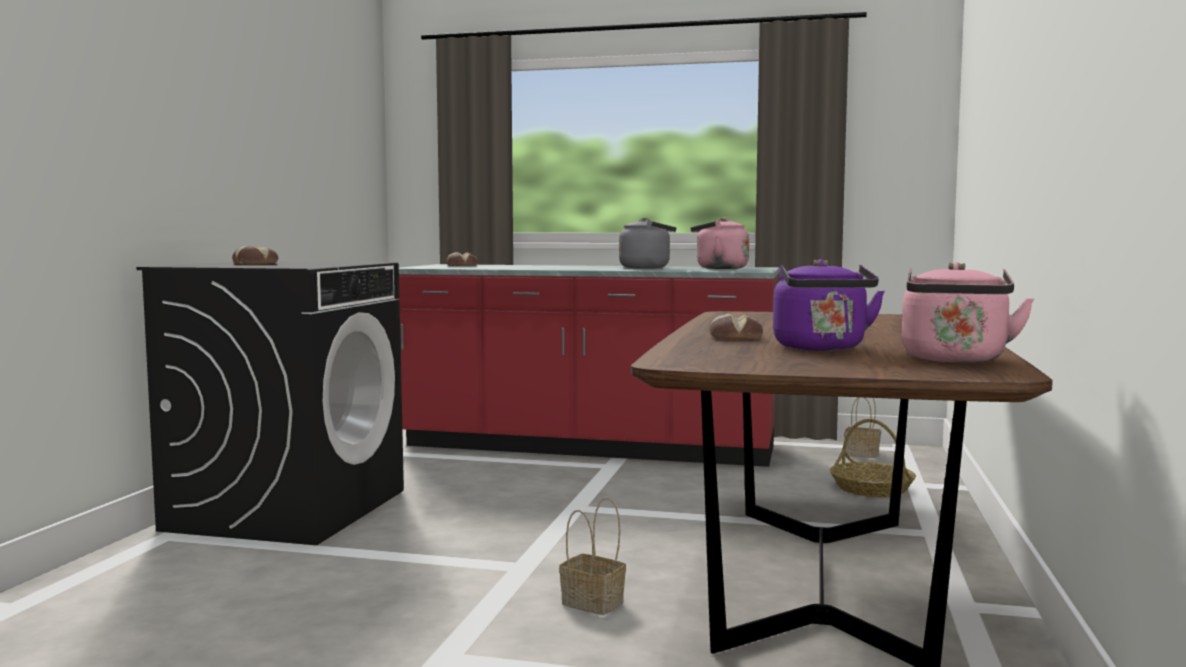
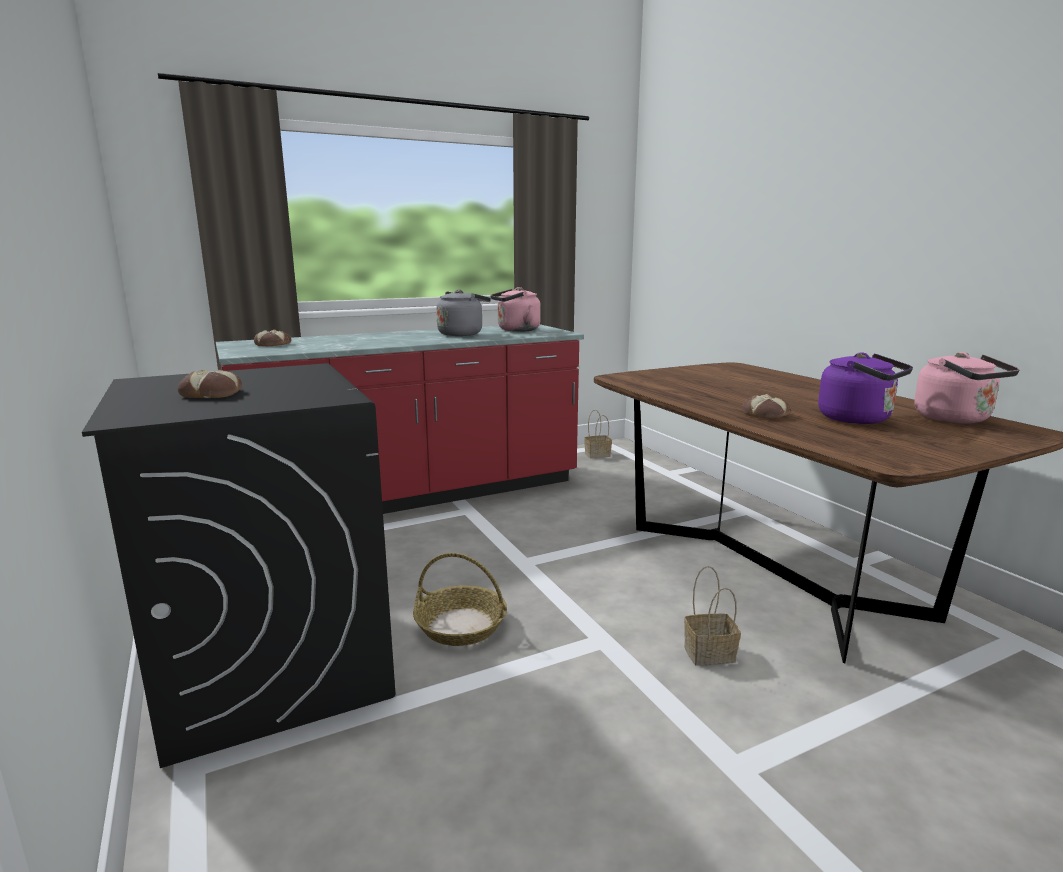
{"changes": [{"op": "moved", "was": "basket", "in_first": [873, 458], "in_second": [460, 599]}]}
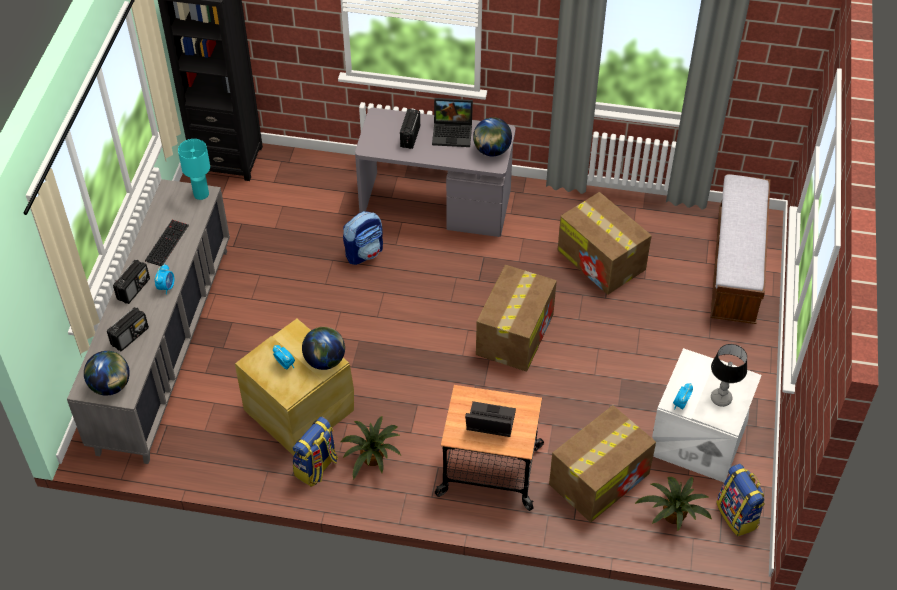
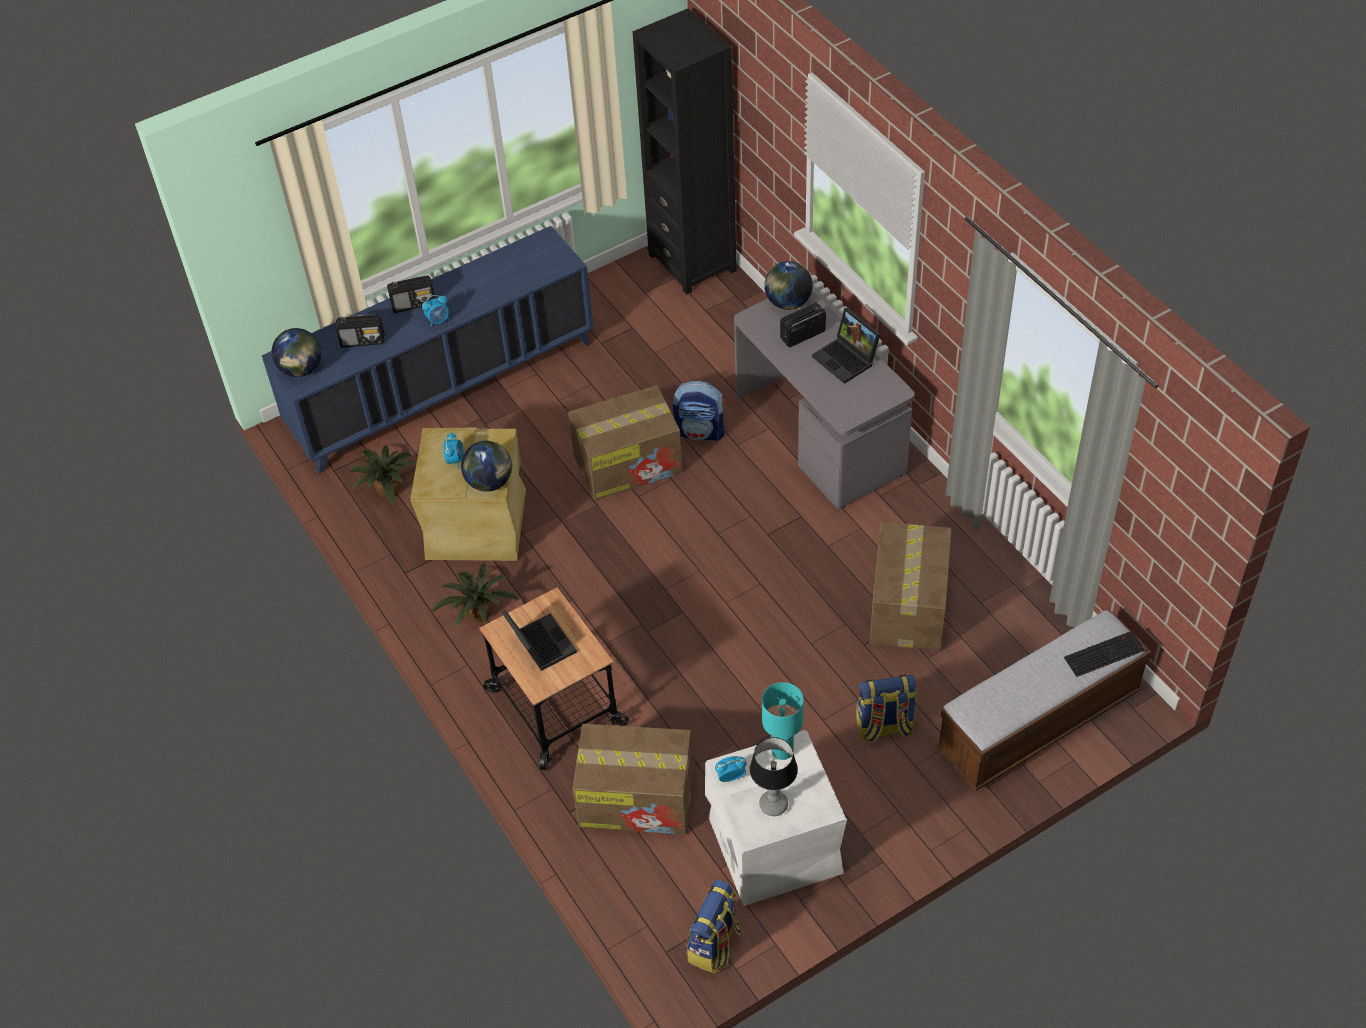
{"changes": [{"op": "recoloured", "was": "grey cabinet", "now": "blue cabinet", "in_first": [148, 321], "in_second": [428, 349]}, {"op": "moved", "was": "potted plant", "in_first": [673, 504], "in_second": [383, 475]}, {"op": "moved", "was": "cardboard box", "in_first": [516, 318], "in_second": [625, 442]}, {"op": "moved", "was": "turquoise table lamp", "in_first": [194, 169], "in_second": [783, 721]}, {"op": "moved", "was": "globe", "in_first": [492, 136], "in_second": [788, 285]}, {"op": "moved", "was": "backpack", "in_first": [315, 452], "in_second": [886, 709]}, {"op": "moved", "was": "keyboard", "in_first": [167, 243], "in_second": [1104, 654]}]}
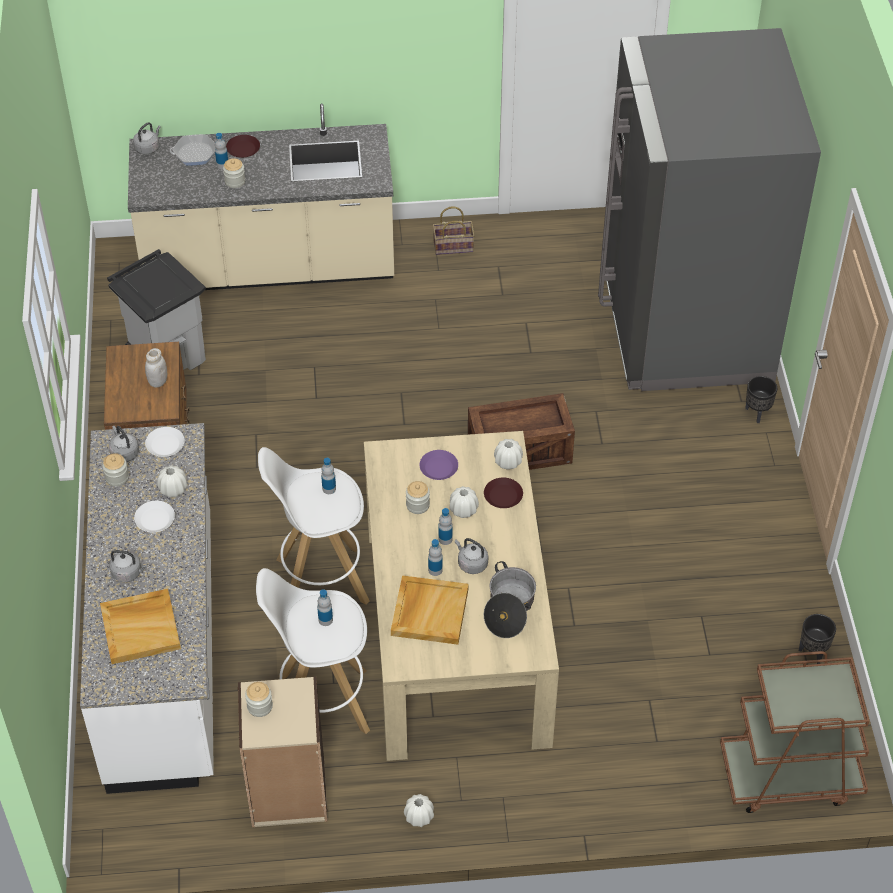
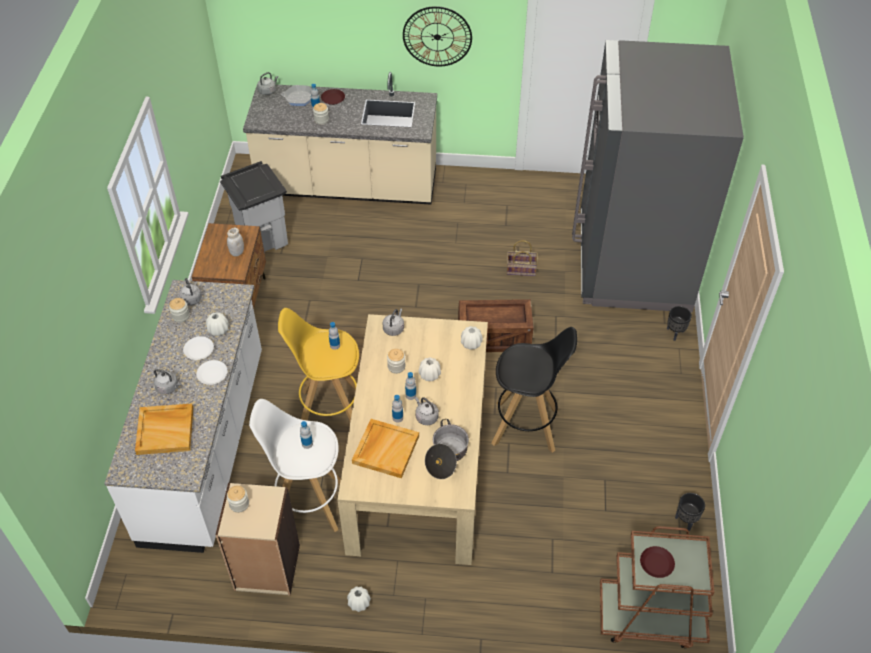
{"changes": [{"op": "moved", "was": "white plate", "in_first": [164, 442], "in_second": [212, 372]}, {"op": "recoloured", "was": "white stool", "now": "yellow stool", "in_first": [314, 525], "in_second": [318, 364]}, {"op": "added", "now": "grey kettle", "in_second": [393, 322]}, {"op": "added", "now": "wall clock", "in_second": [437, 36]}, {"op": "added", "now": "black stool", "in_second": [534, 390]}, {"op": "moved", "was": "basket", "in_first": [454, 231], "in_second": [522, 258]}, {"op": "moved", "was": "brown plate", "in_first": [503, 492], "in_second": [657, 562]}, {"op": "removed", "was": "purple plate", "in_first": [438, 465]}]}
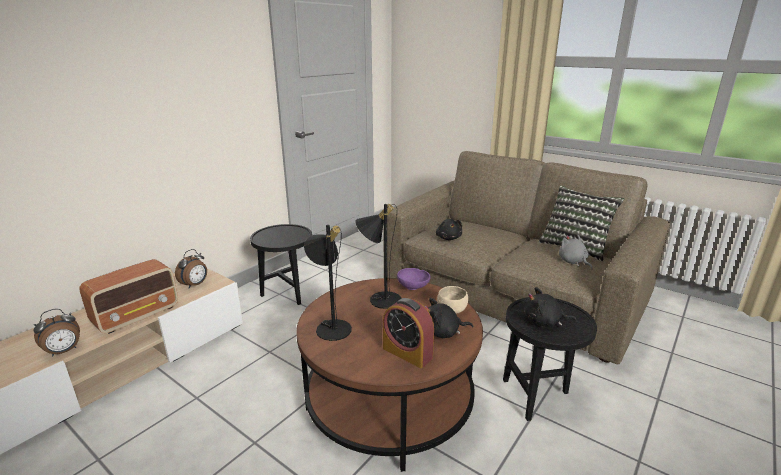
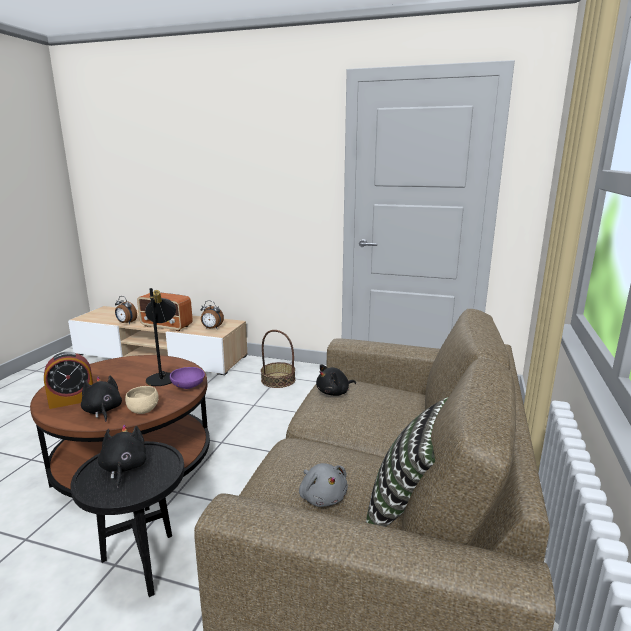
{"changes": [{"op": "turned", "was": "alarm clock", "in_first": [408, 333], "in_second": [68, 380], "clockwise": -135}, {"op": "replaced", "was": "black side table", "now": "basket", "in_first": [281, 264], "in_second": [278, 359]}, {"op": "turned", "was": "grey plush toy", "in_first": [575, 252], "in_second": [323, 485], "clockwise": 105}, {"op": "removed", "was": "black table lamp", "in_first": [328, 283]}]}
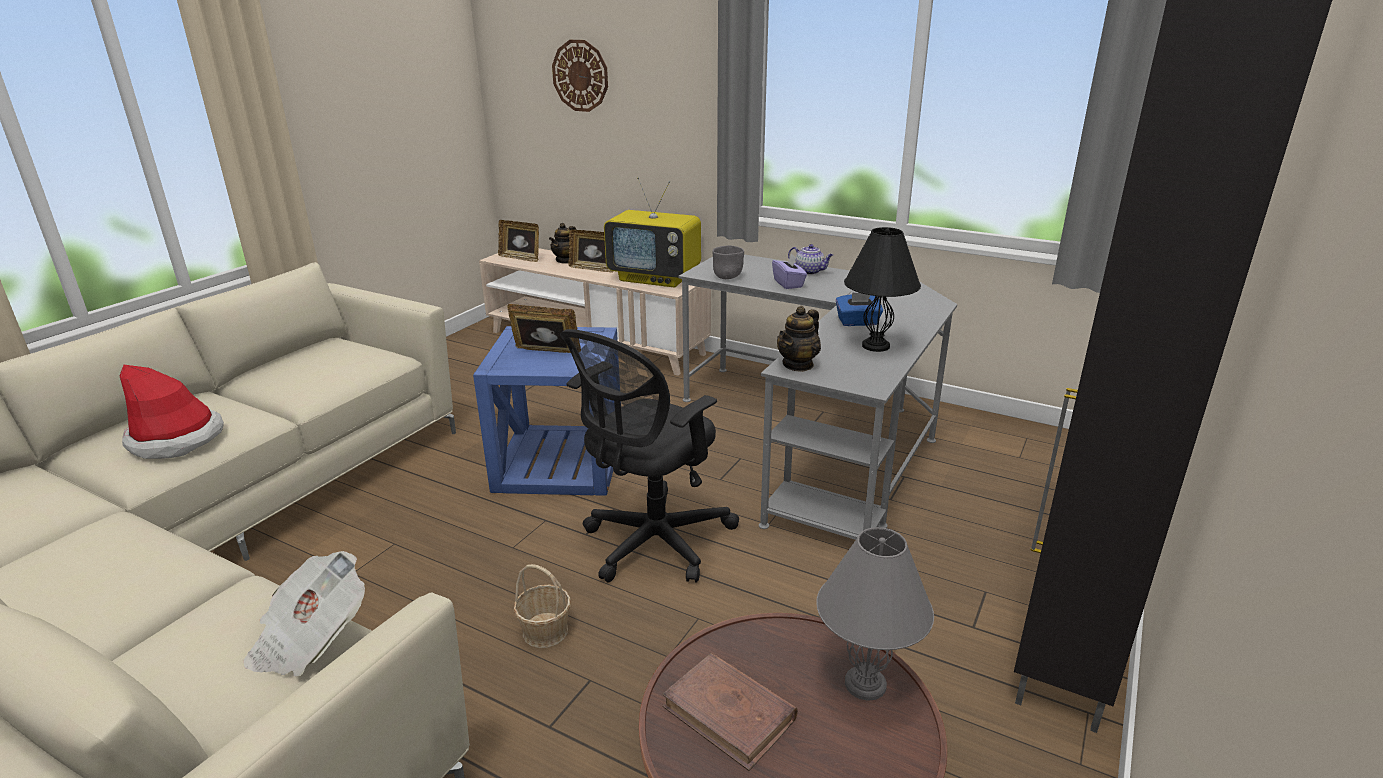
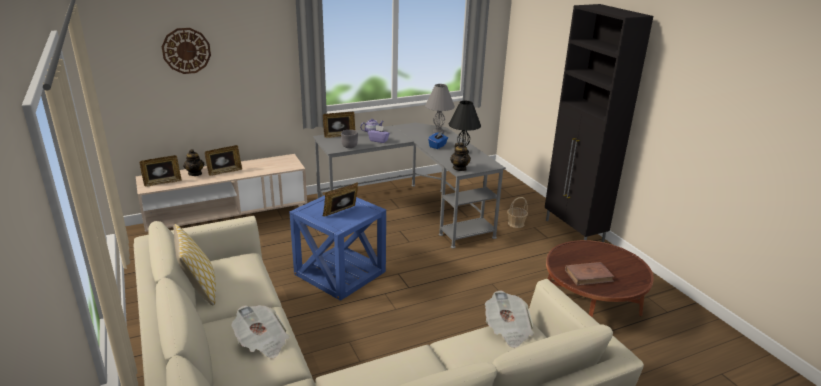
{"changes": [{"op": "added", "now": "pillow", "in_second": [194, 264]}, {"op": "replaced", "was": "hat", "now": "newspaper", "in_first": [172, 412], "in_second": [261, 332]}, {"op": "added", "now": "picture frame", "in_second": [339, 125]}, {"op": "moved", "was": "grey table lamp", "in_first": [875, 614], "in_second": [440, 108]}, {"op": "moved", "was": "basket", "in_first": [542, 606], "in_second": [517, 212]}, {"op": "removed", "was": "black office chair", "in_first": [649, 456]}, {"op": "removed", "was": "television", "in_first": [652, 232]}]}
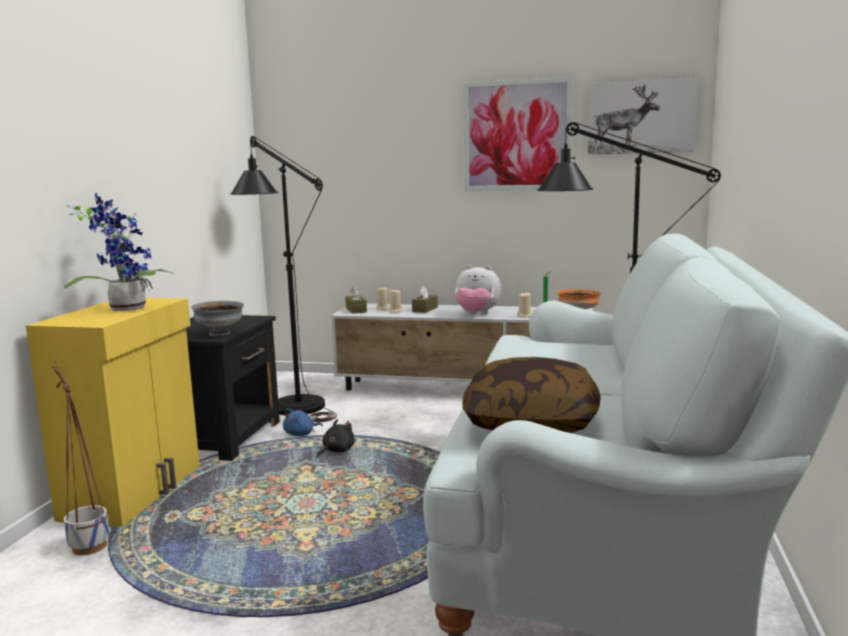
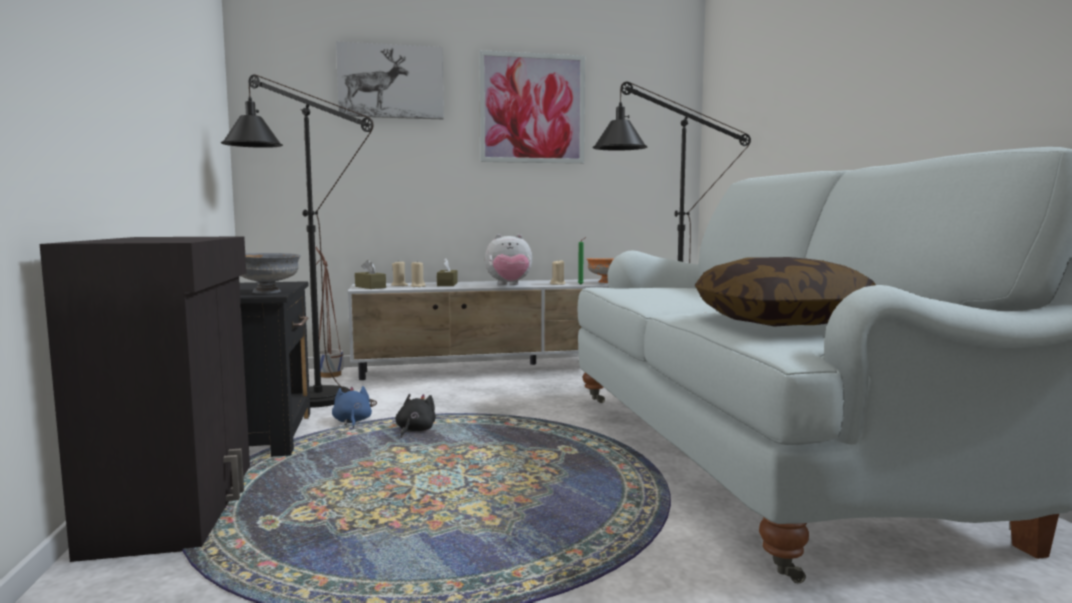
{"changes": [{"op": "recoloured", "was": "yellow cabinet", "now": "black cabinet", "in_first": [113, 412], "in_second": [145, 399]}, {"op": "moved", "was": "planter", "in_first": [81, 458], "in_second": [330, 312]}, {"op": "turned", "was": "blue plush toy", "in_first": [303, 422], "in_second": [352, 407], "clockwise": 135}, {"op": "moved", "was": "picture", "in_first": [643, 116], "in_second": [390, 80]}, {"op": "removed", "was": "potted plant", "in_first": [119, 252]}]}
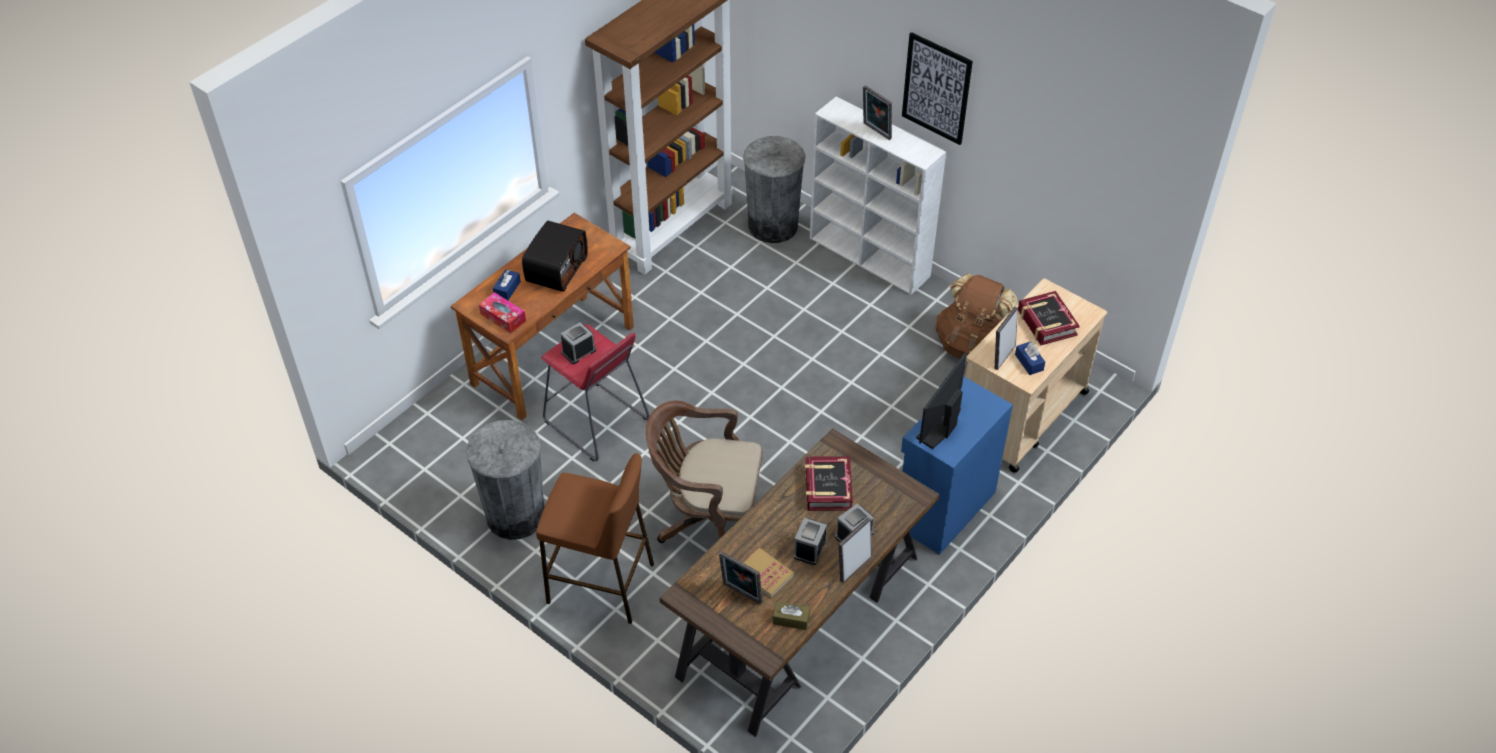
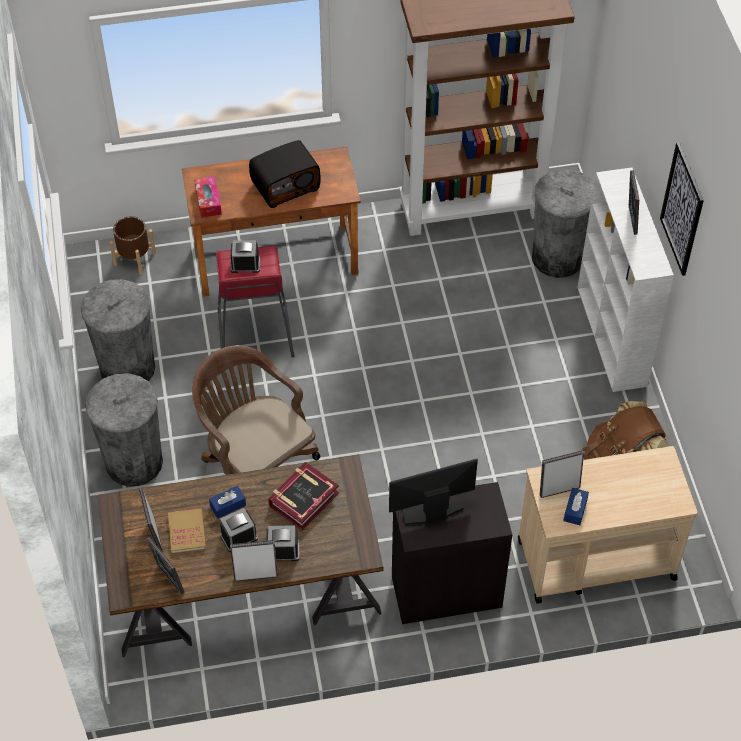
{"changes": [{"op": "replaced", "was": "brown stool", "now": "grey trash can", "in_first": [595, 538], "in_second": [124, 430]}, {"op": "added", "now": "brown planter", "in_second": [132, 245]}, {"op": "replaced", "was": "brown tissue box", "now": "picture frame", "in_first": [791, 615], "in_second": [165, 566]}, {"op": "moved", "was": "blue tissue box", "in_first": [507, 284], "in_second": [227, 502]}, {"op": "recoloured", "was": "blue cabinet", "now": "black cabinet", "in_first": [957, 465], "in_second": [452, 553]}, {"op": "removed", "was": "book", "in_first": [1049, 318]}]}
